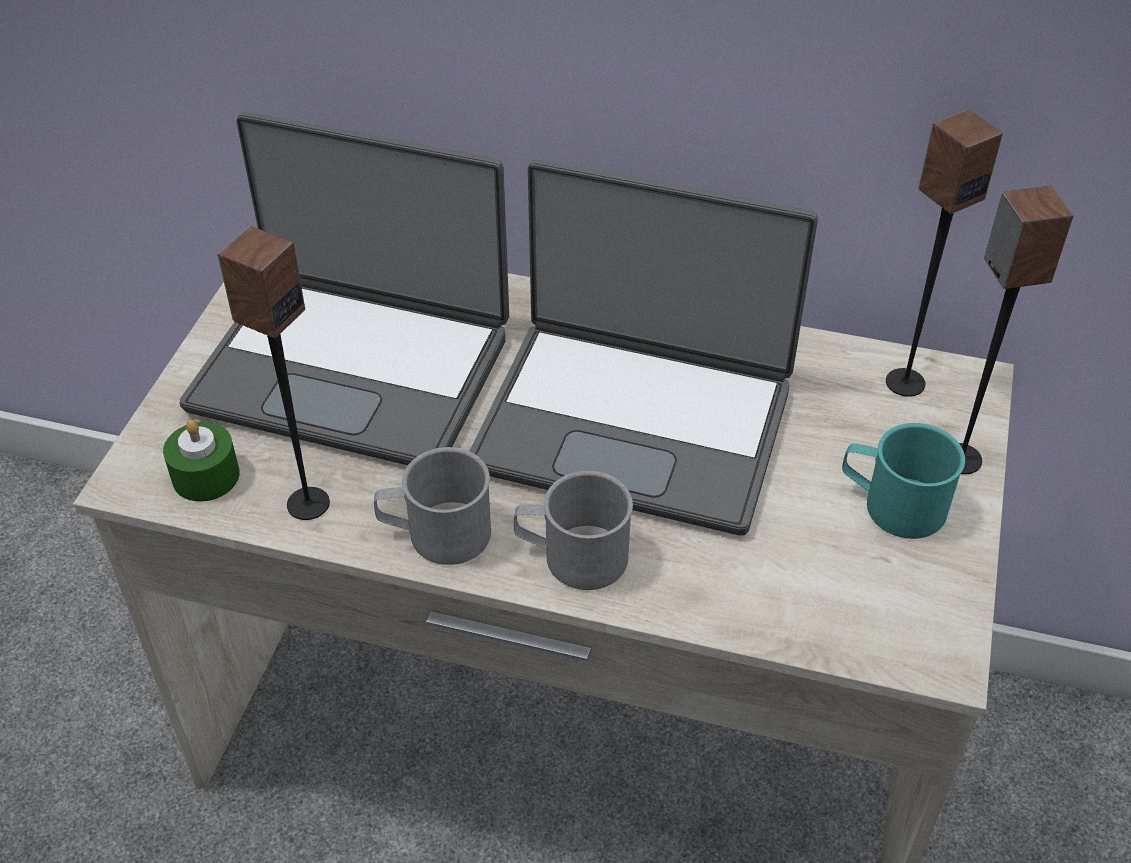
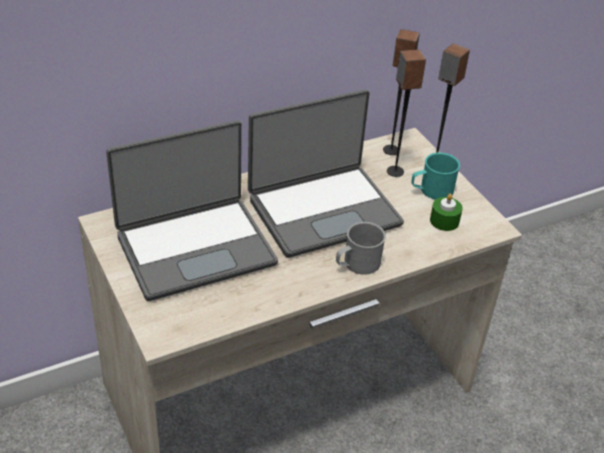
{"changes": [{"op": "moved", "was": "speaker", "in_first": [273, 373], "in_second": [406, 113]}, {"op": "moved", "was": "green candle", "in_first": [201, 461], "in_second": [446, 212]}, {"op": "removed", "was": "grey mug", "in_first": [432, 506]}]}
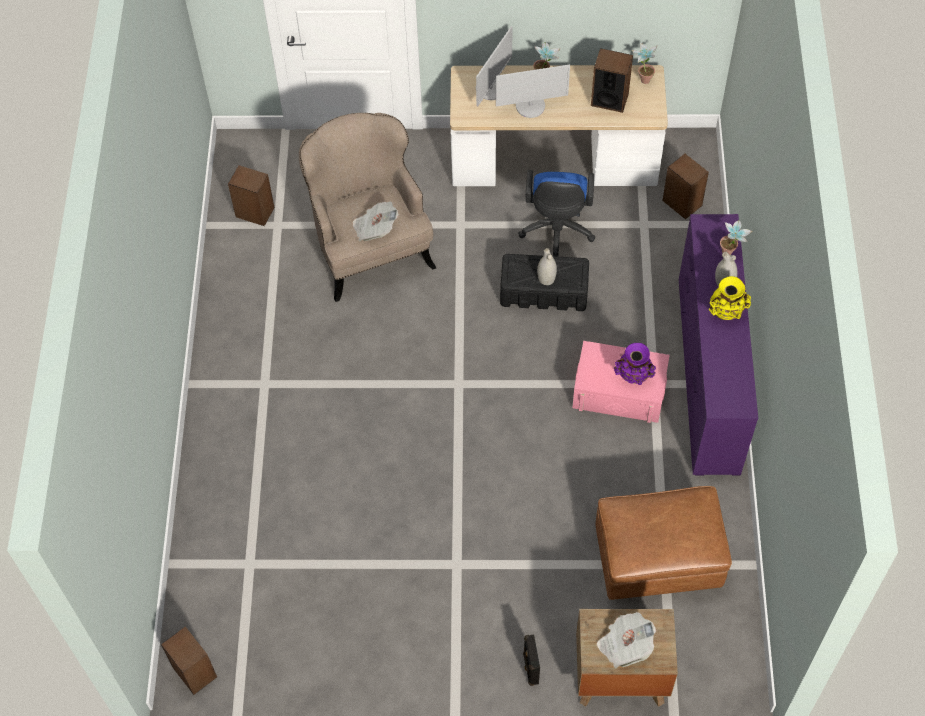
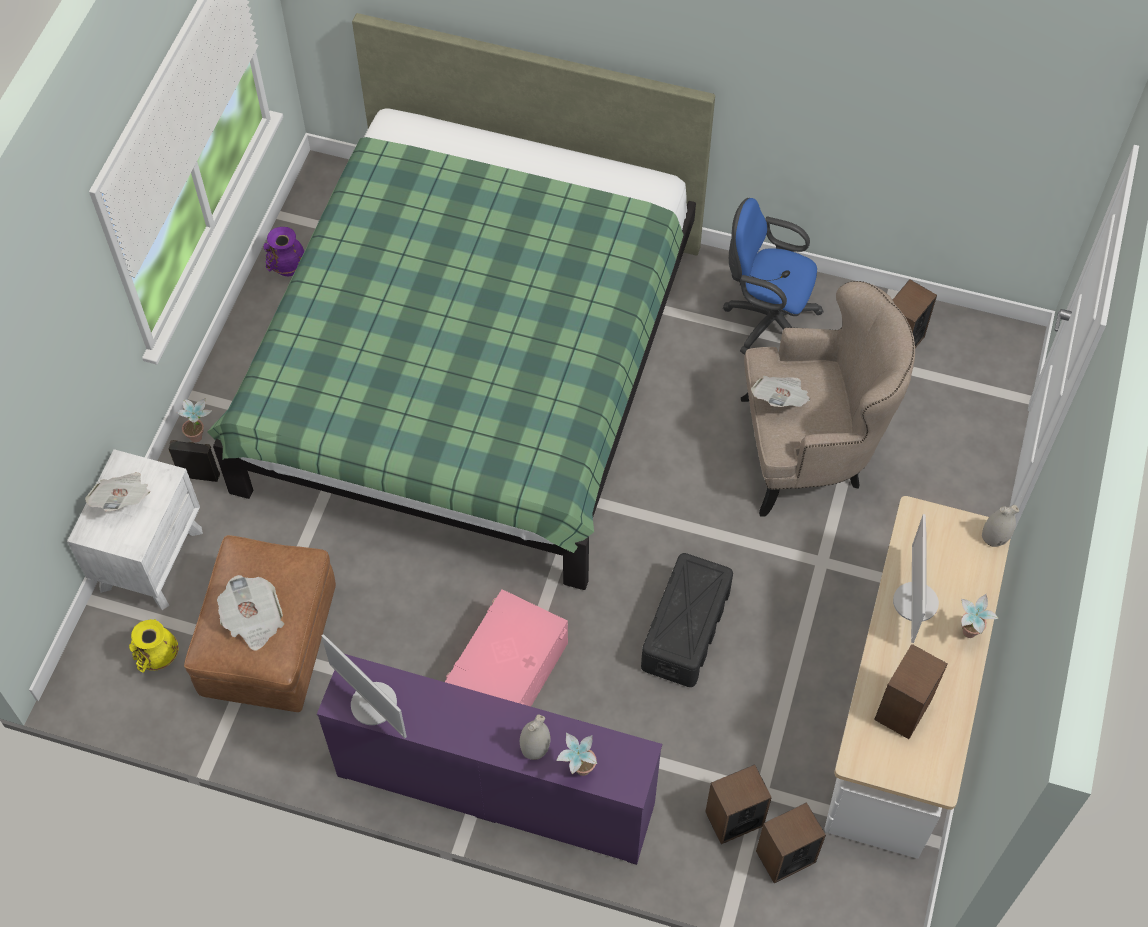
{"changes": [{"op": "recoloured", "was": "brown nightstand", "now": "white nightstand", "in_first": [627, 658], "in_second": [135, 529]}, {"op": "moved", "was": "yellow vase", "in_first": [730, 298], "in_second": [153, 646]}, {"op": "moved", "was": "potted plant", "in_first": [644, 63], "in_second": [194, 420]}, {"op": "added", "now": "green bed", "in_second": [461, 301]}, {"op": "added", "now": "newspaper", "in_second": [250, 612]}, {"op": "moved", "was": "purple vase", "in_first": [635, 364], "in_second": [284, 251]}, {"op": "moved", "was": "monitor", "in_first": [494, 66], "in_second": [364, 686]}, {"op": "moved", "was": "speaker", "in_first": [189, 661], "in_second": [738, 804]}, {"op": "moved", "was": "blue office chair", "in_first": [556, 213], "in_second": [773, 276]}, {"op": "moved", "was": "white vase", "in_first": [547, 266], "in_second": [1000, 526]}]}
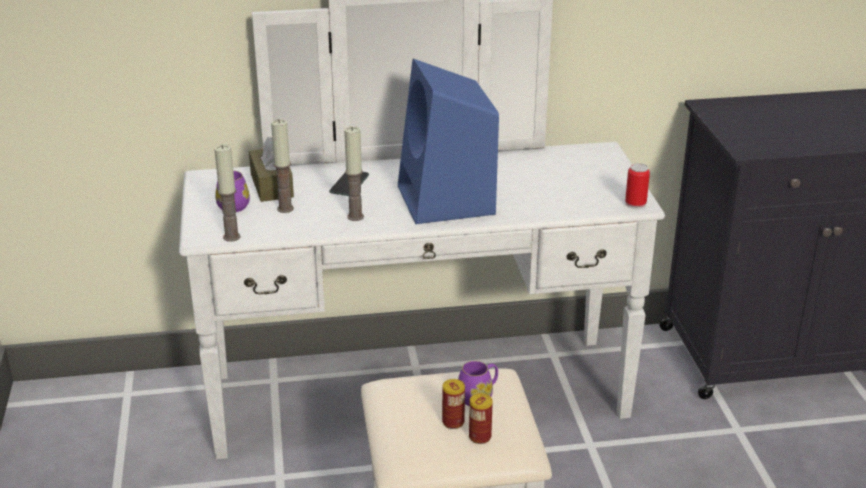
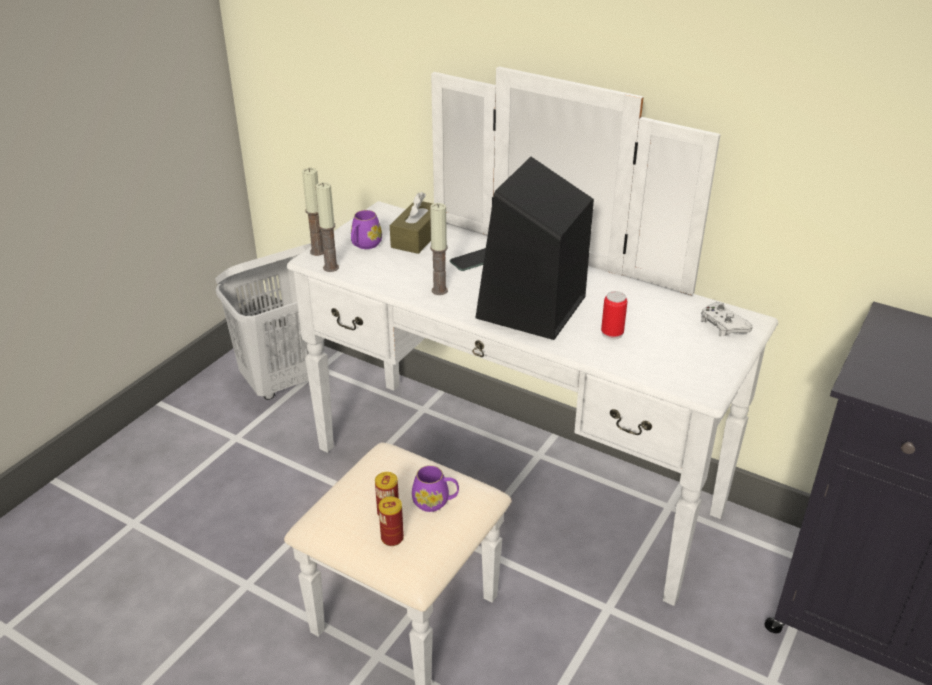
{"changes": [{"op": "added", "now": "white laundry basket", "in_second": [269, 322]}, {"op": "moved", "was": "candle", "in_first": [282, 166], "in_second": [313, 212]}, {"op": "recoloured", "was": "blue speaker", "now": "black speaker", "in_first": [448, 141], "in_second": [534, 248]}, {"op": "moved", "was": "can", "in_first": [637, 186], "in_second": [614, 315]}, {"op": "added", "now": "white game controller", "in_second": [726, 319]}]}
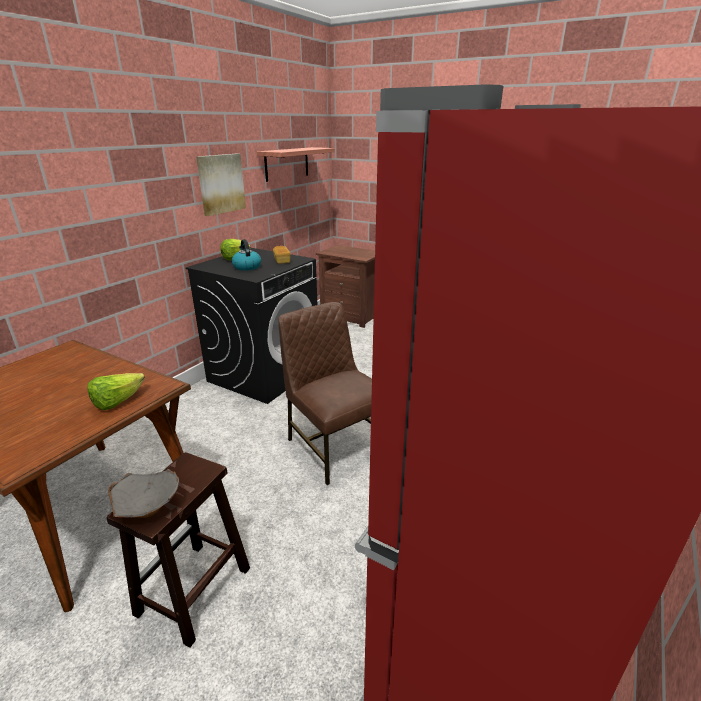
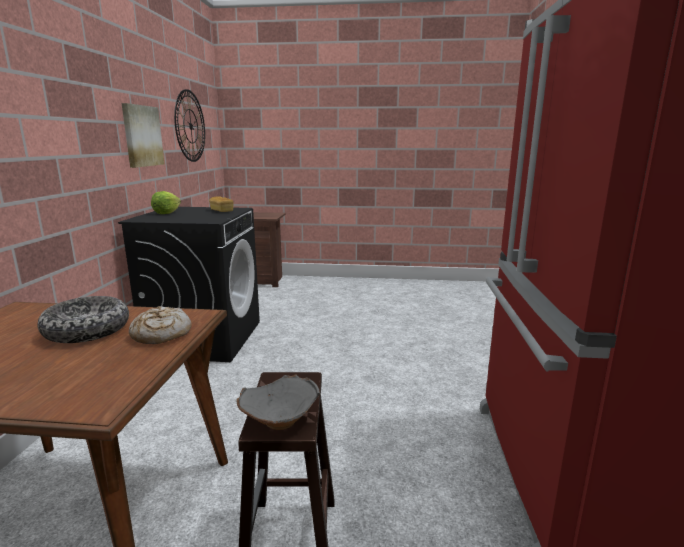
{"changes": [{"op": "added", "now": "bowl", "in_second": [83, 319]}, {"op": "replaced", "was": "lettuce", "now": "bread", "in_first": [116, 391], "in_second": [160, 325]}, {"op": "replaced", "was": "shelf", "now": "wall clock", "in_first": [296, 164], "in_second": [189, 125]}, {"op": "removed", "was": "kettle", "in_first": [246, 255]}, {"op": "removed", "was": "brown chair", "in_first": [325, 393]}]}
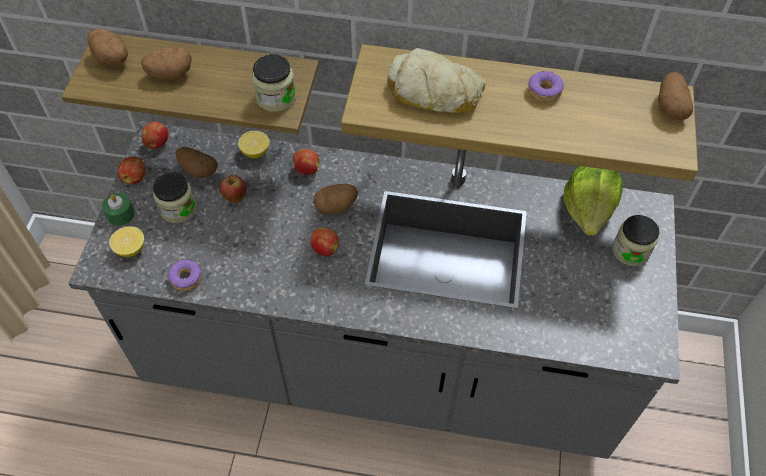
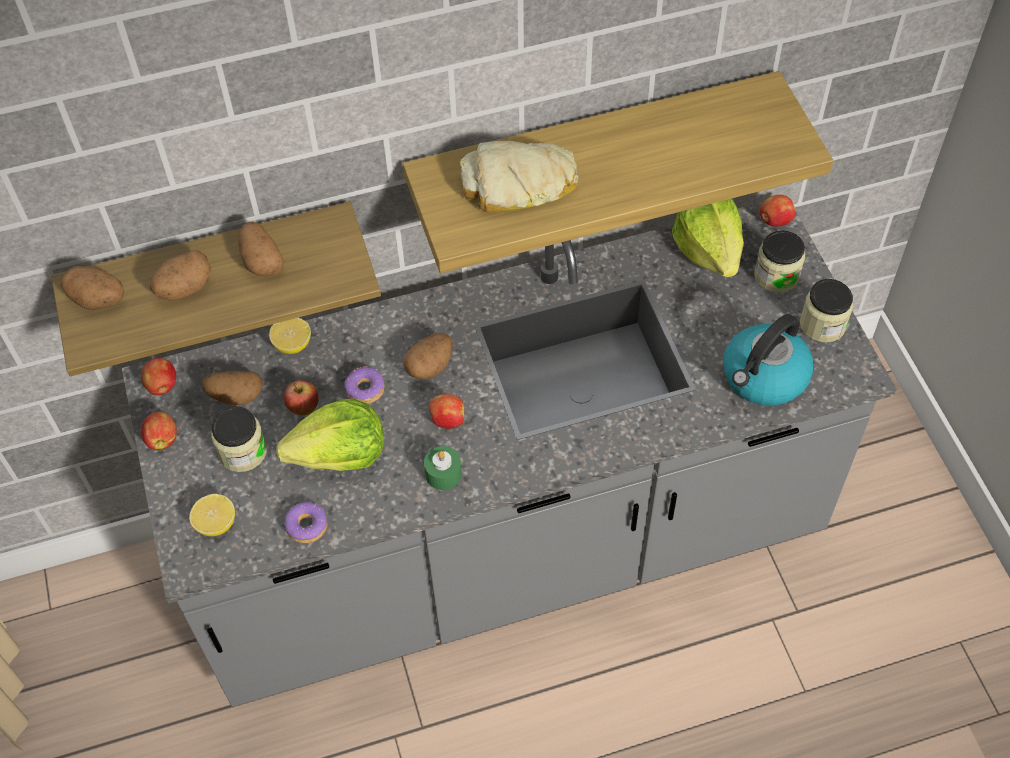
{"changes": [{"op": "moved", "was": "potato", "in_first": [675, 96], "in_second": [261, 249]}, {"op": "added", "now": "lettuce", "in_second": [330, 435]}, {"op": "moved", "was": "donut", "in_first": [546, 86], "in_second": [364, 385]}, {"op": "moved", "was": "green candle", "in_first": [118, 209], "in_second": [443, 468]}, {"op": "added", "now": "kettle", "in_second": [768, 360]}, {"op": "moved", "was": "apple", "in_first": [306, 162], "in_second": [777, 211]}, {"op": "moved", "was": "jar", "in_first": [274, 83], "in_second": [826, 311]}]}
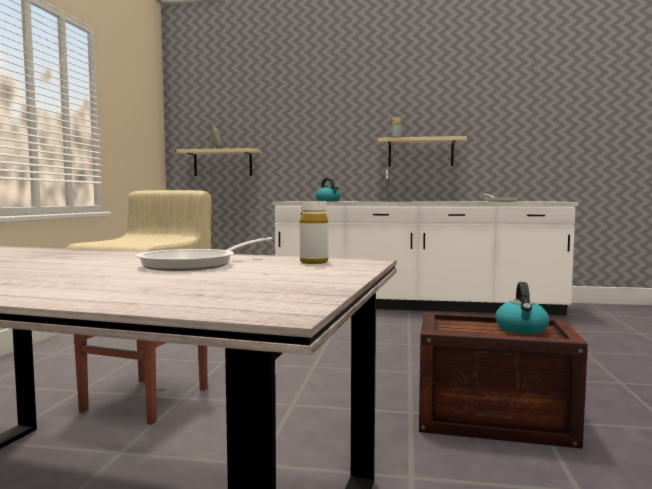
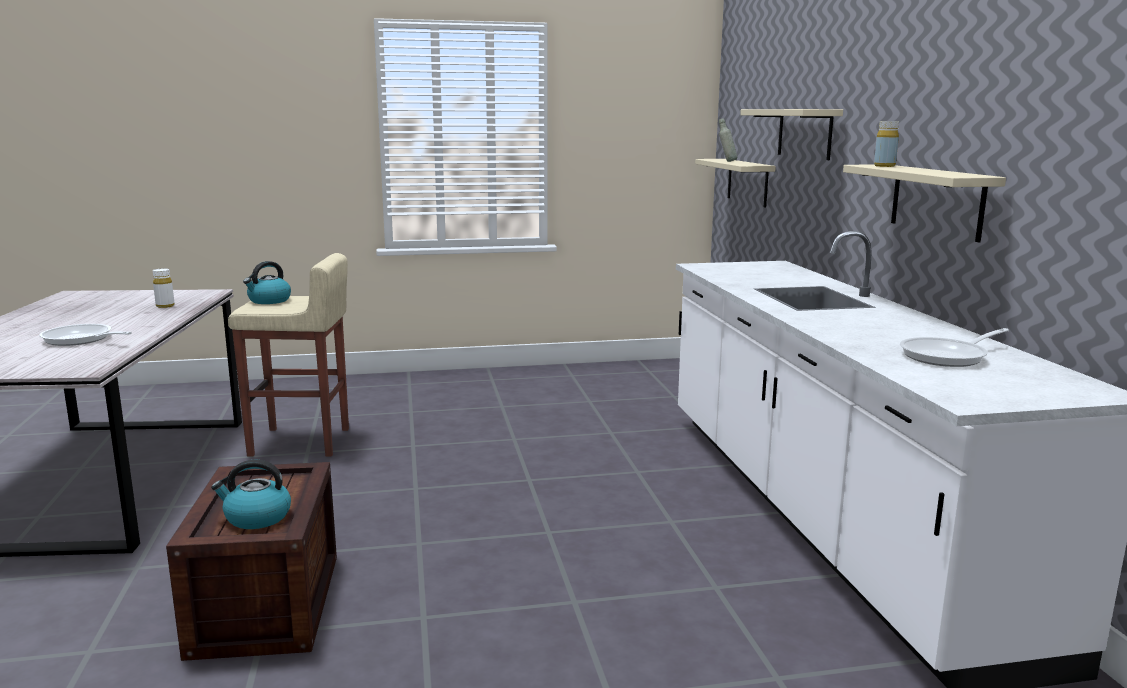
{"changes": [{"op": "moved", "was": "white bottle", "in_first": [314, 232], "in_second": [164, 288]}, {"op": "moved", "was": "kettle", "in_first": [328, 189], "in_second": [267, 282]}, {"op": "added", "now": "beige shelf", "in_second": [791, 134]}]}
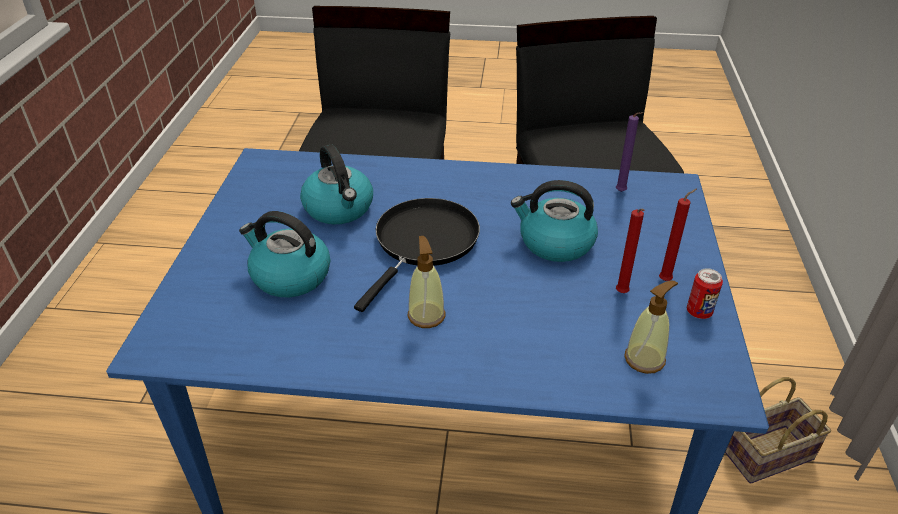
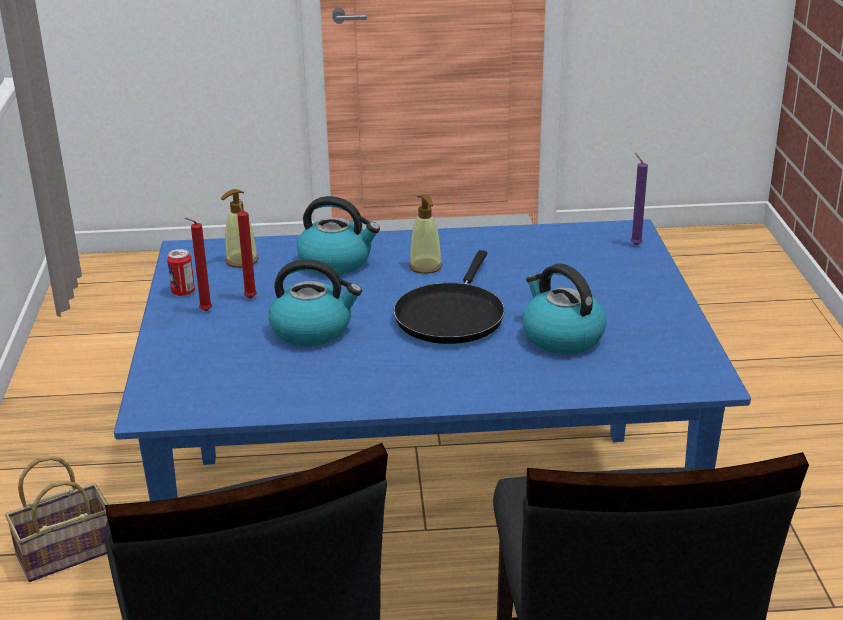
{"changes": [{"op": "moved", "was": "kettle", "in_first": [284, 254], "in_second": [338, 235]}, {"op": "moved", "was": "purple candle", "in_first": [629, 152], "in_second": [639, 199]}]}
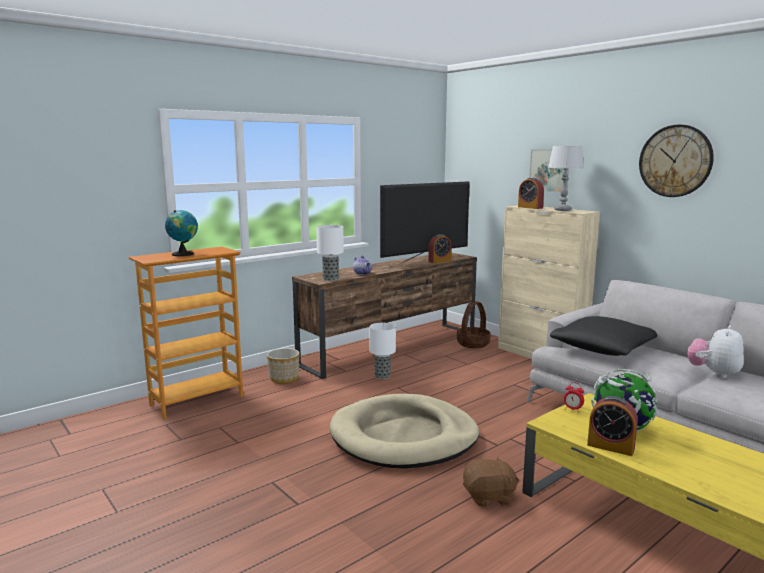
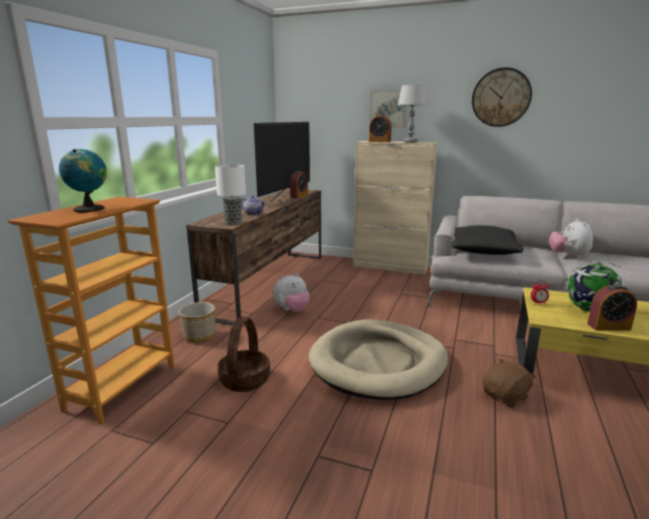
{"changes": [{"op": "moved", "was": "basket", "in_first": [474, 324], "in_second": [244, 354]}, {"op": "replaced", "was": "table lamp", "now": "plush toy", "in_first": [382, 351], "in_second": [291, 292]}]}
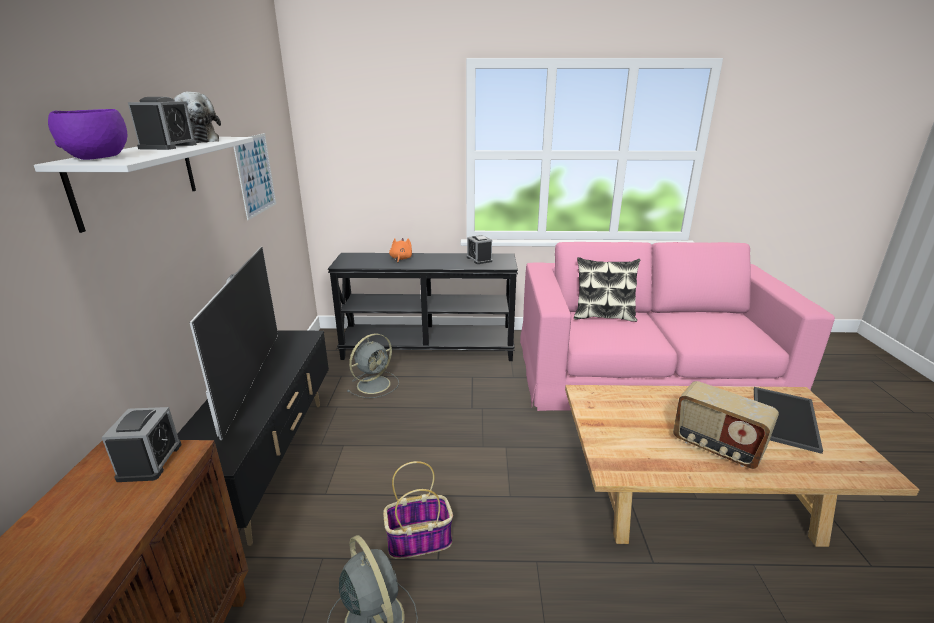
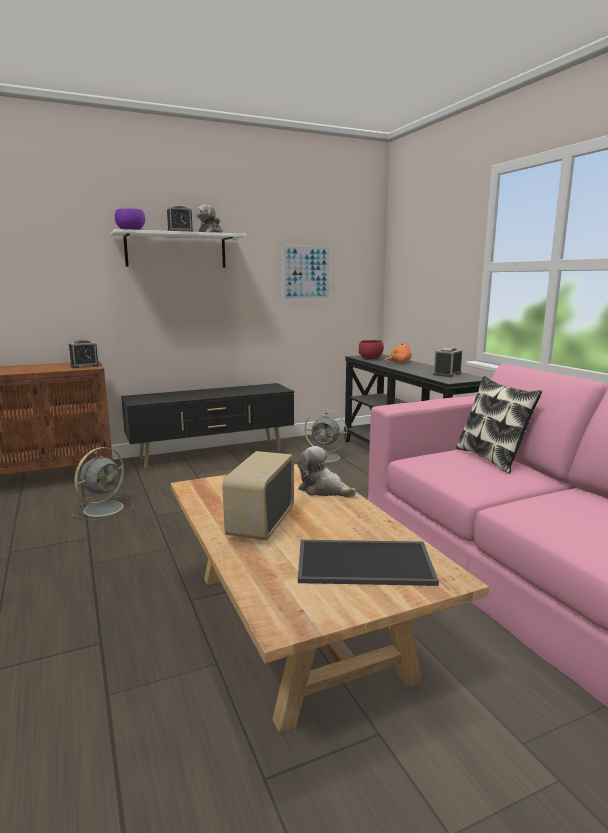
{"changes": [{"op": "added", "now": "plush toy", "in_second": [326, 471]}, {"op": "added", "now": "red bowl", "in_second": [371, 350]}, {"op": "removed", "was": "television", "in_first": [234, 343]}, {"op": "removed", "was": "basket", "in_first": [418, 510]}]}
